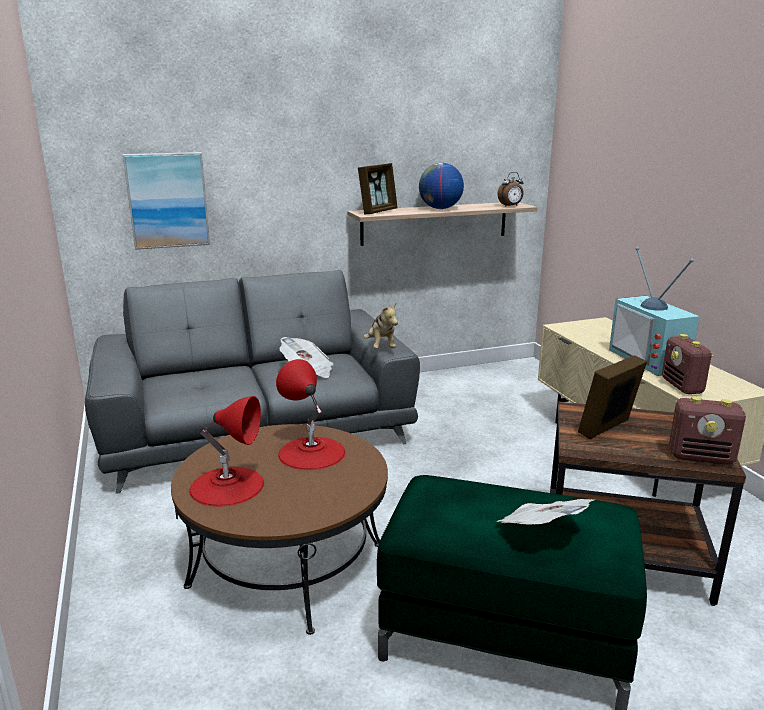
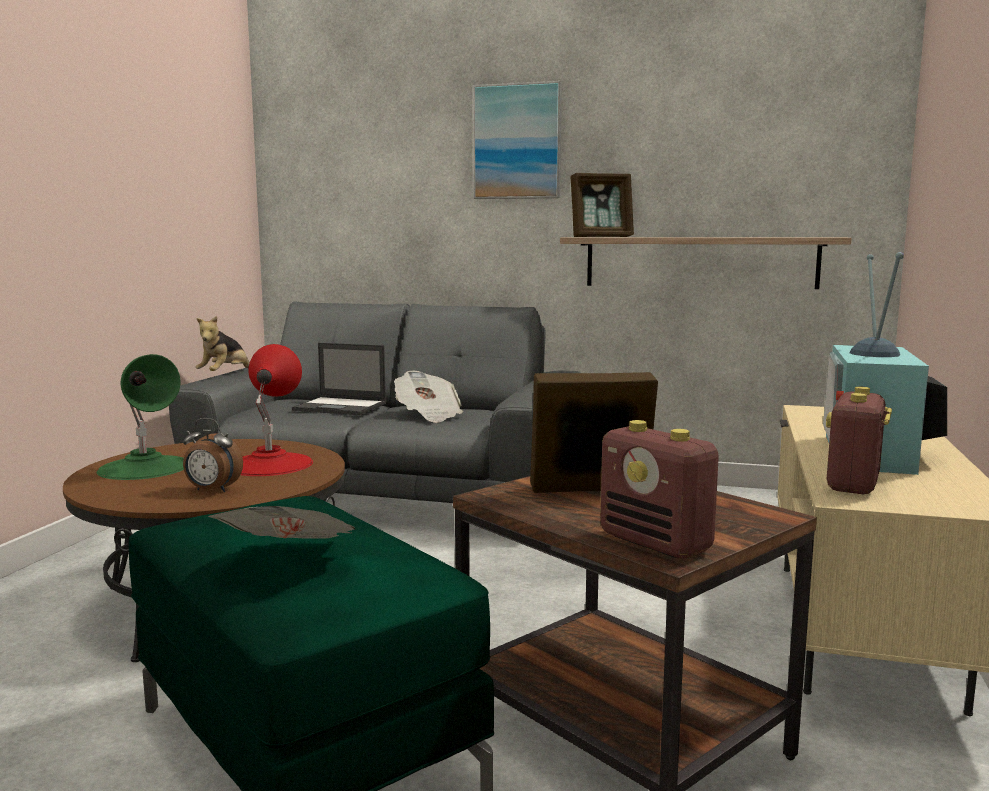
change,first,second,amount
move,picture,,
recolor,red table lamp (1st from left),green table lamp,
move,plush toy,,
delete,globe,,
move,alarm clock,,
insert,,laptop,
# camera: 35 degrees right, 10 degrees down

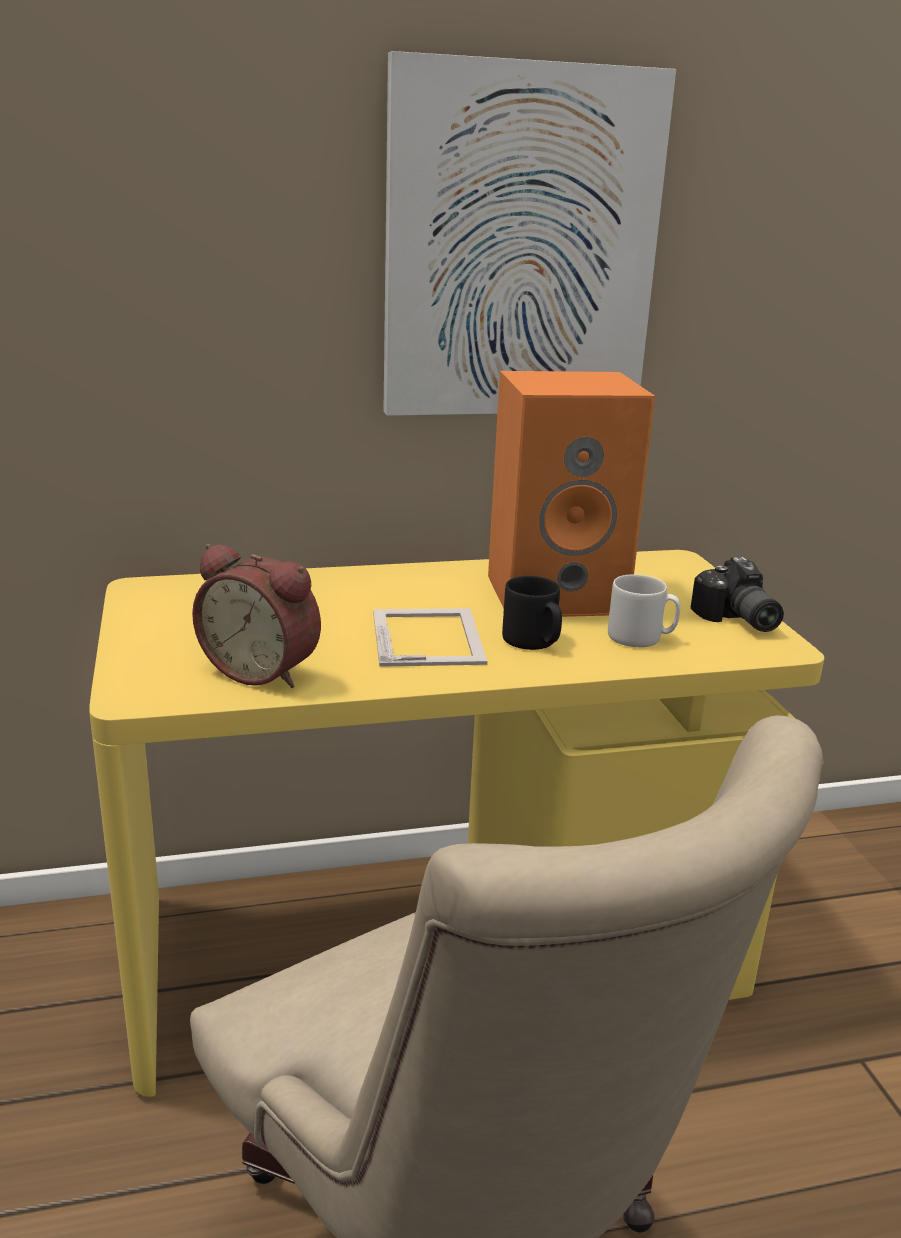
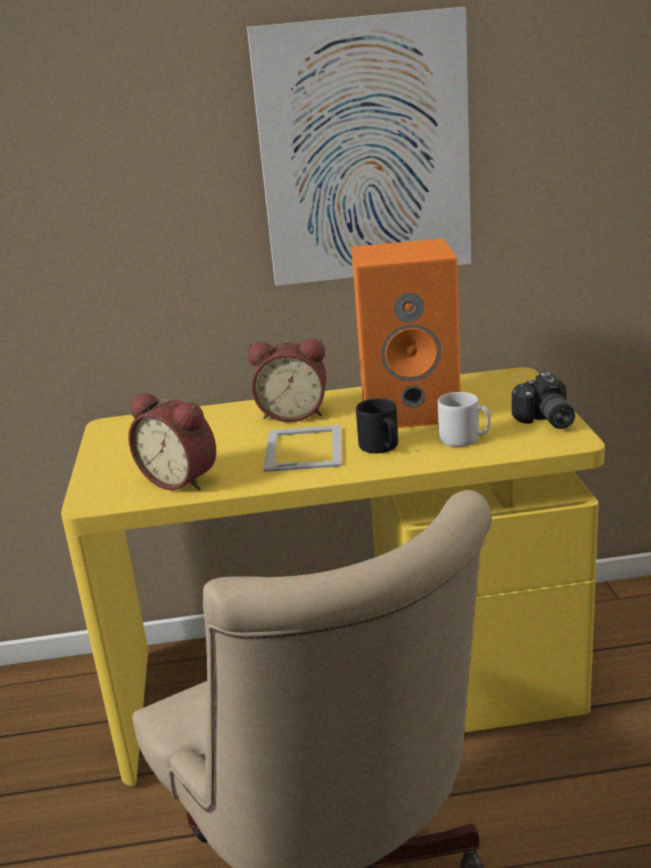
change,first,second,amount
insert,,alarm clock (2nd from left),
# camera: 10 degrees right, 0 degrees up

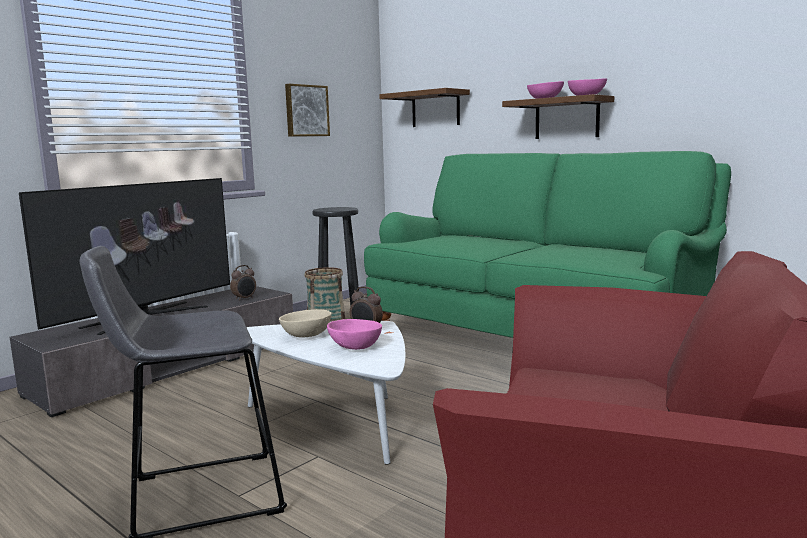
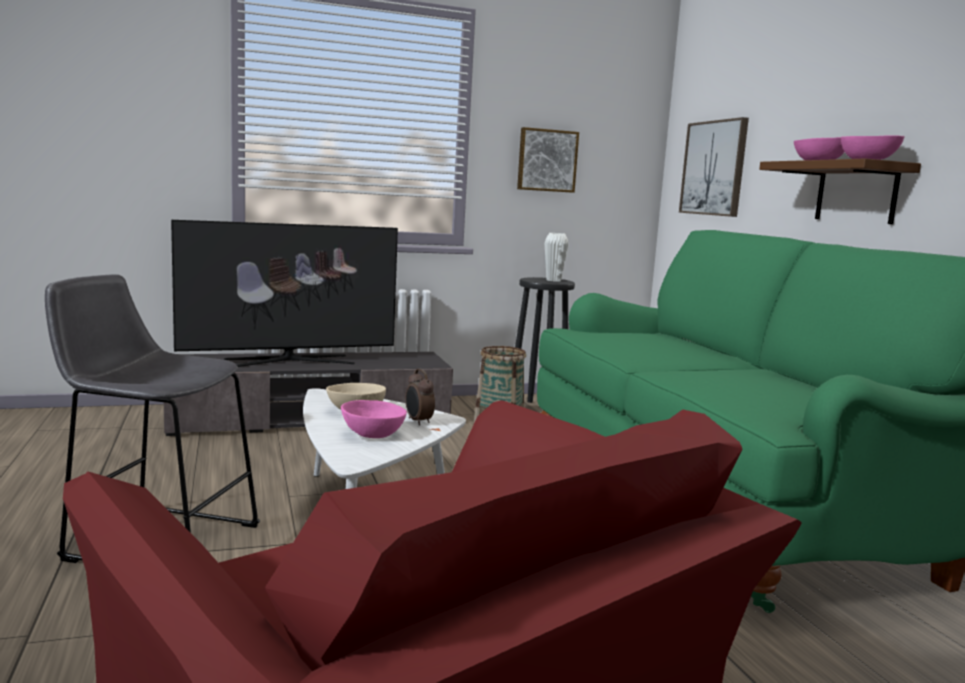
change,first,second,amount
delete,alarm clock (1st from left),,
replace,brown shelf (1st from left),picture (2nd from left),
insert,,white vase,
# camera: 30 degrees right, 0 degrees up

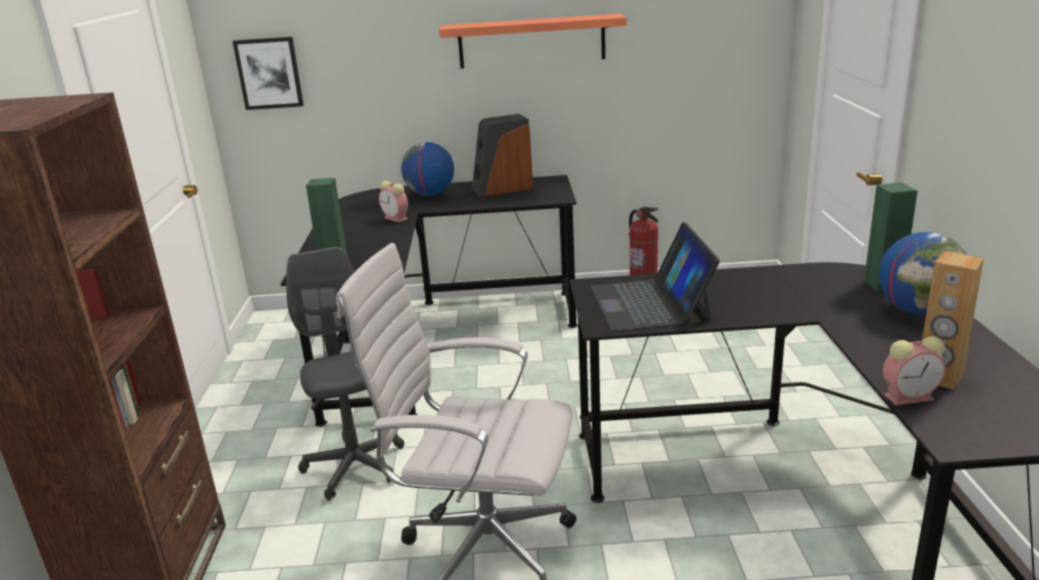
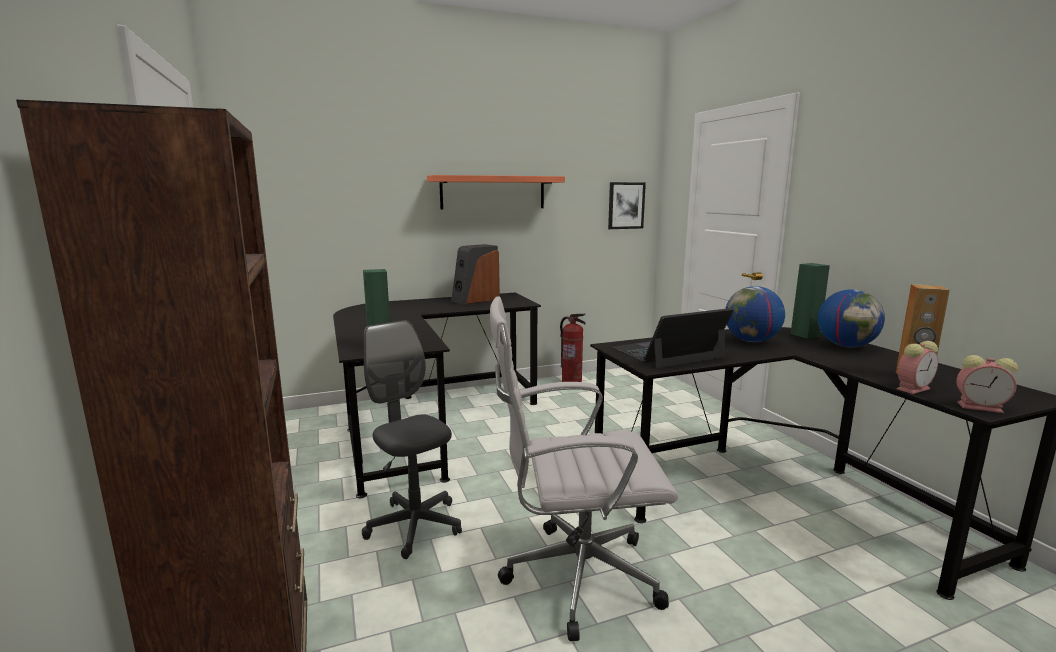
change,first,second,amount
move,picture,,
move,alarm clock (1st from left in the first image),alarm clock (2nd from left),
move,globe (1st from left),,
rotate,laptop,,90 degrees clockwise
# camera: 20 degrees left, 10 degrees down

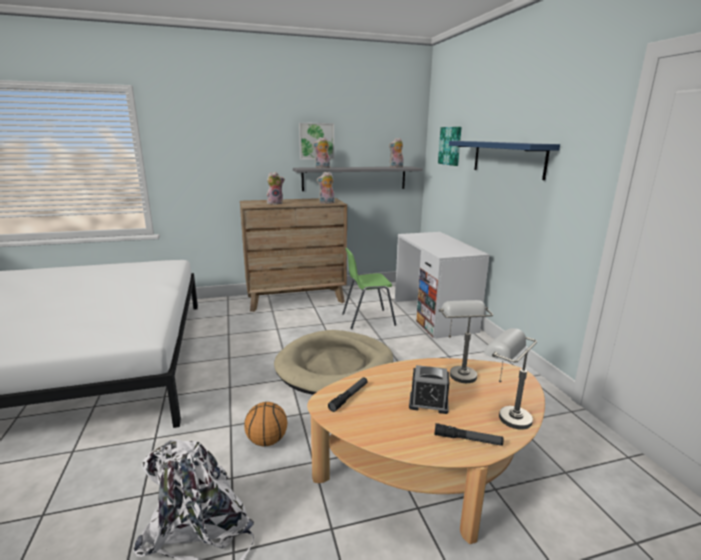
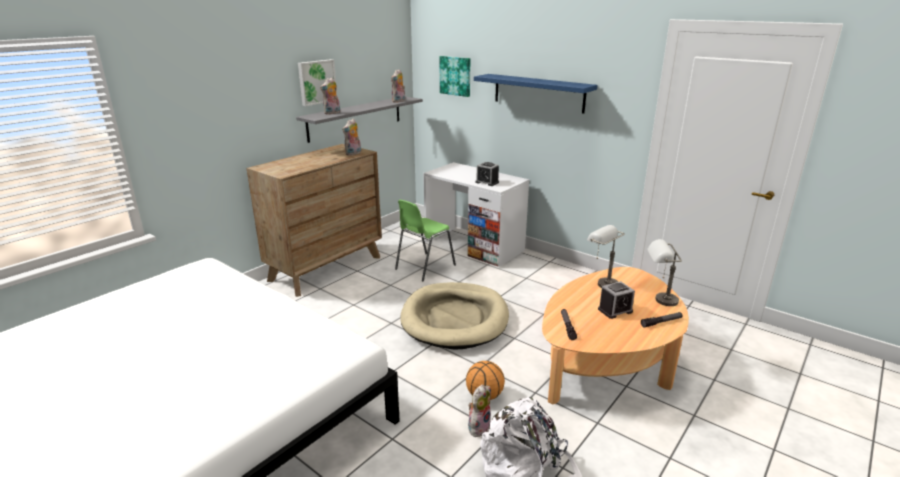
change,first,second,amount
move,plush toy (1st from left in the first image),plush toy (4th from left),
insert,,alarm clock (1st from left),
# camera: 35 degrees left, 5 degrees up

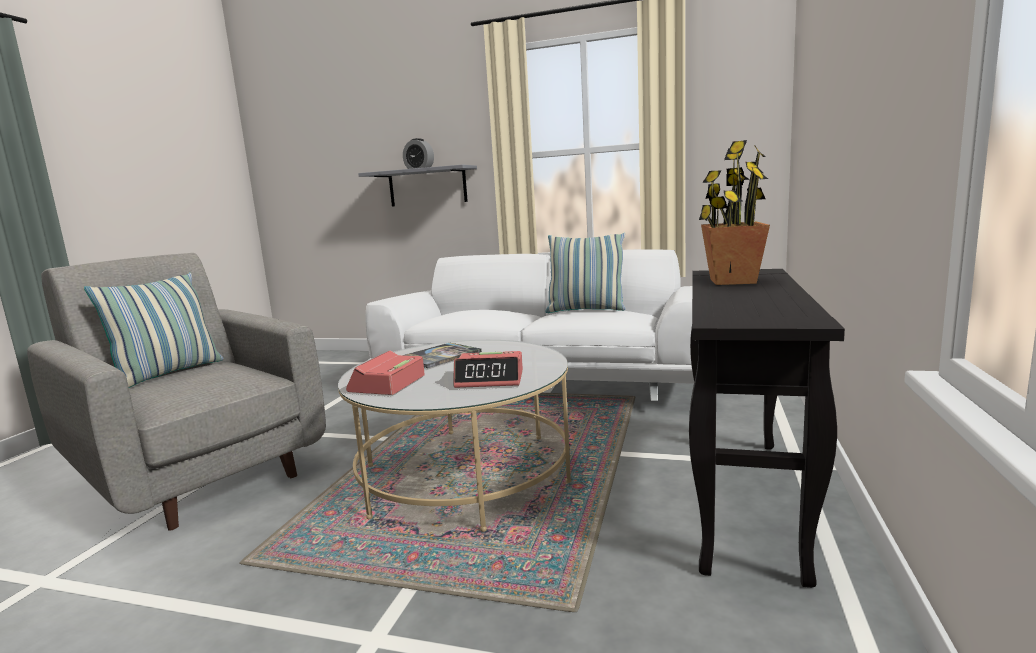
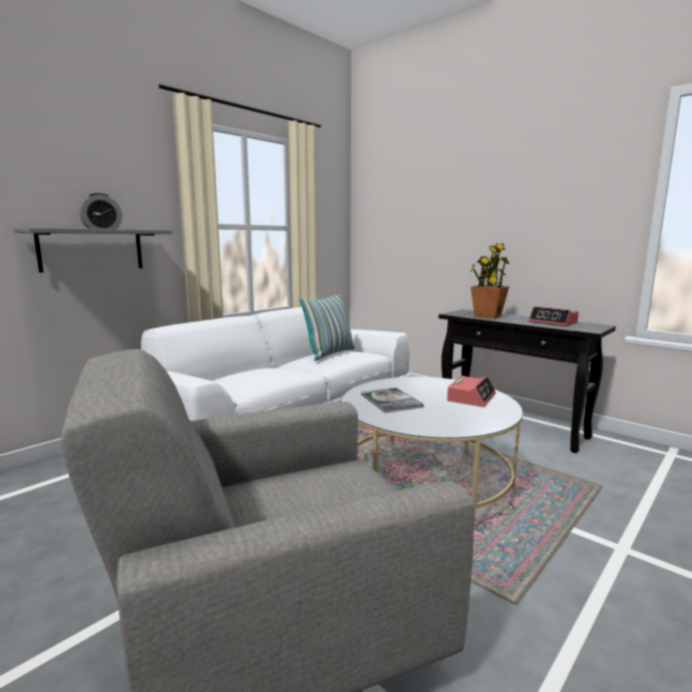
change,first,second,amount
delete,pillow (1st from left),,
move,alarm clock (1st from left in the first image),alarm clock (3rd from left),
# camera: 65 degrees left, 0 degrees up

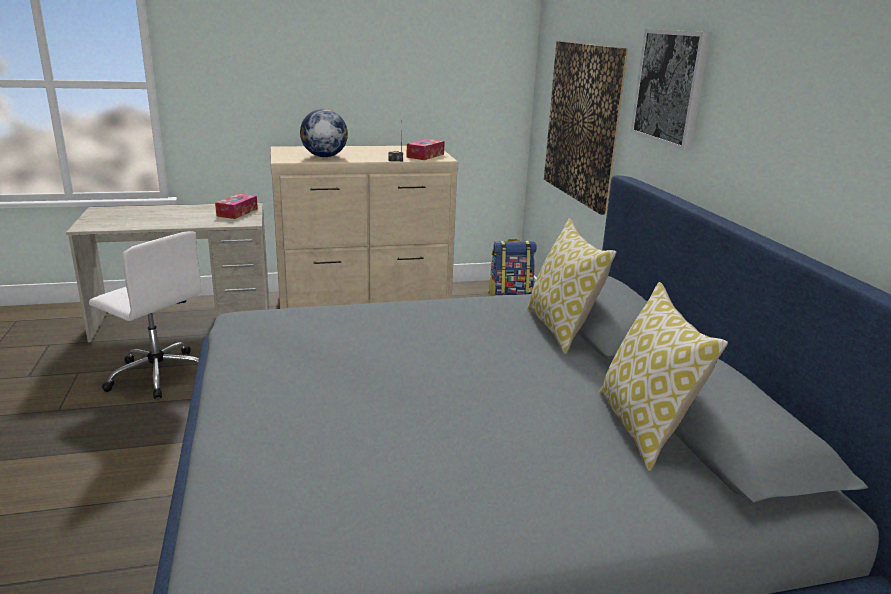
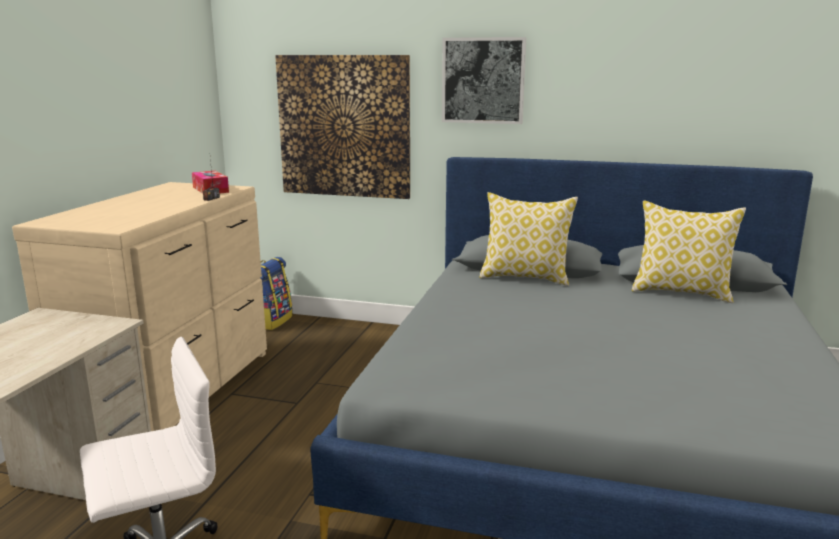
change,first,second,amount
delete,tissue box (1st from left),,
delete,globe,,
# camera: 60 degrees left, 5 degrees down

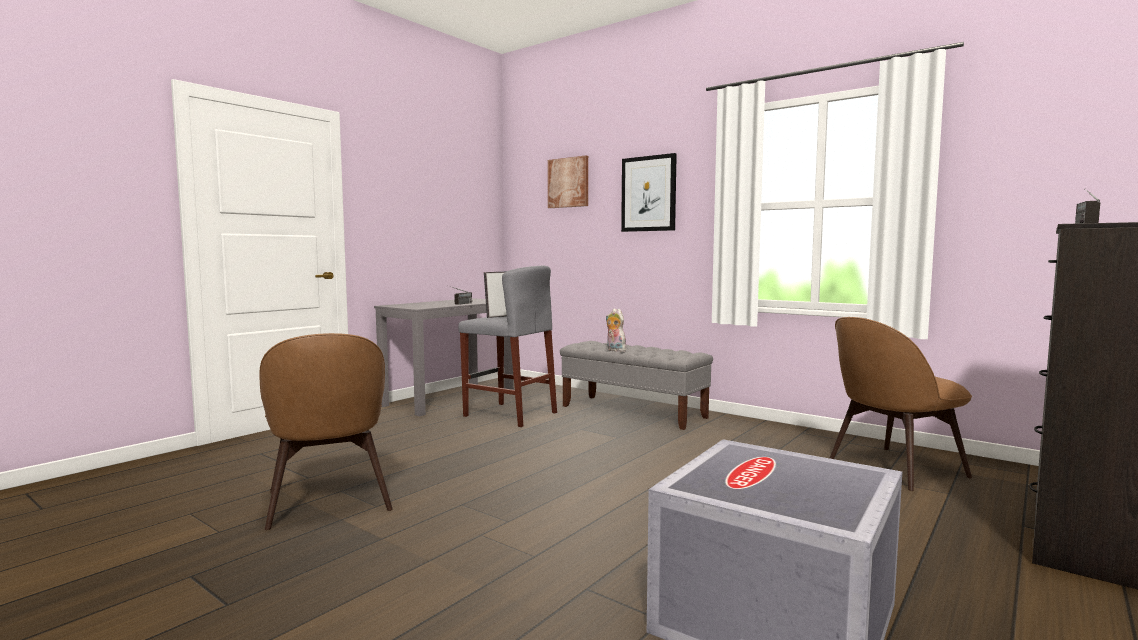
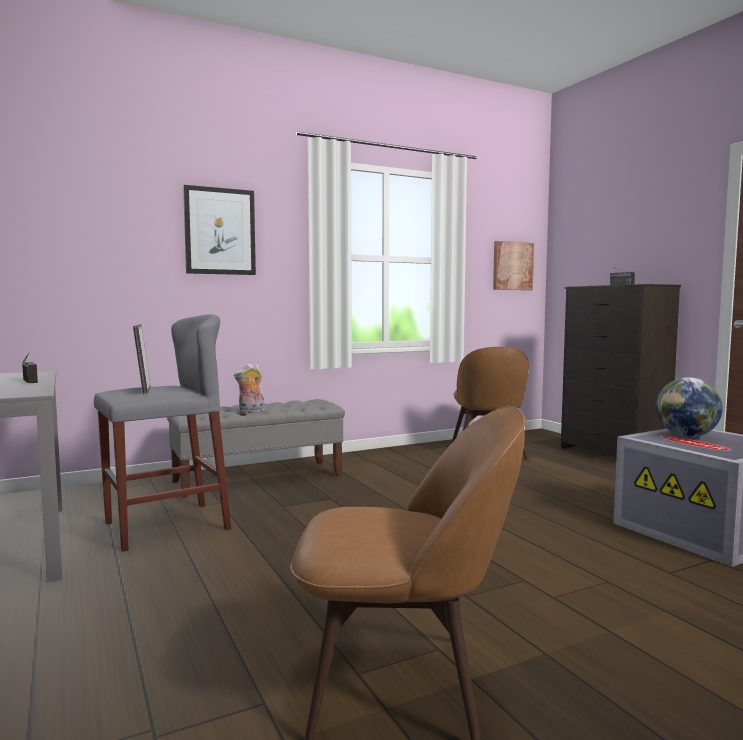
change,first,second,amount
move,picture (1st from left in the first image),picture (2nd from left),
insert,,globe,
# camera: 65 degrees left, 0 degrees up

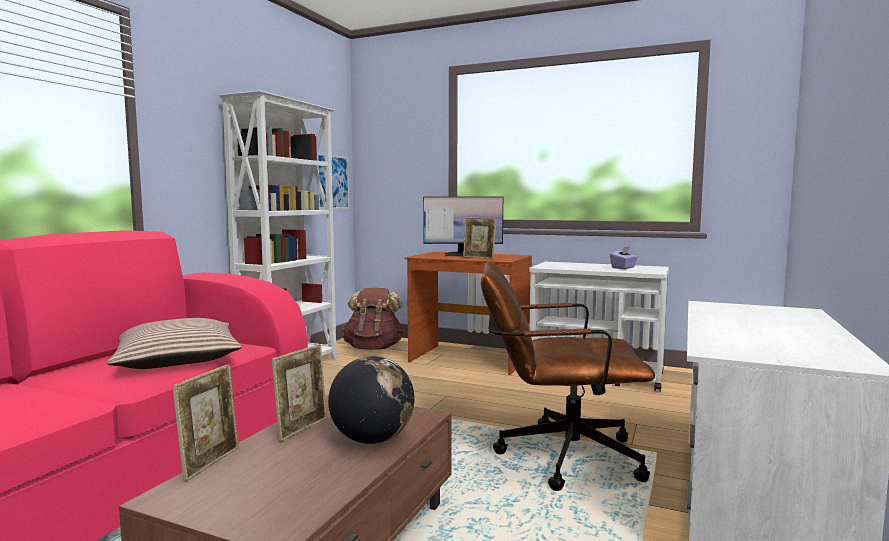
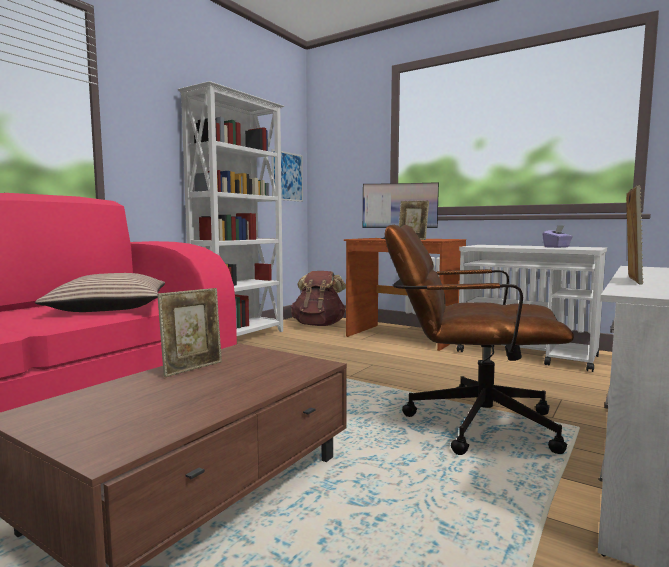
change,first,second,amount
move,picture frame (1st from left in the first image),picture frame (3rd from left),
delete,globe,,
# camera: 10 degrees right, 0 degrees up

